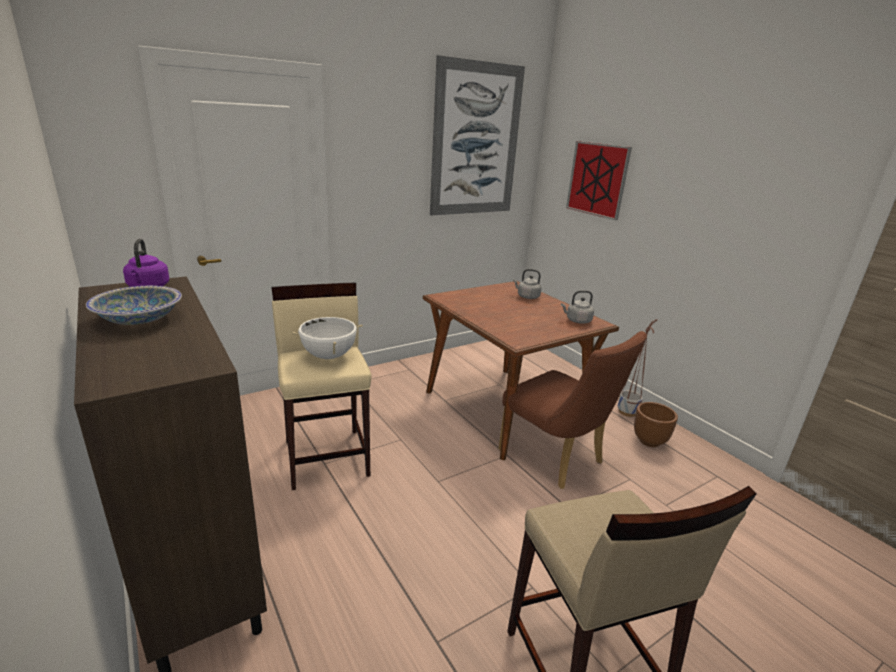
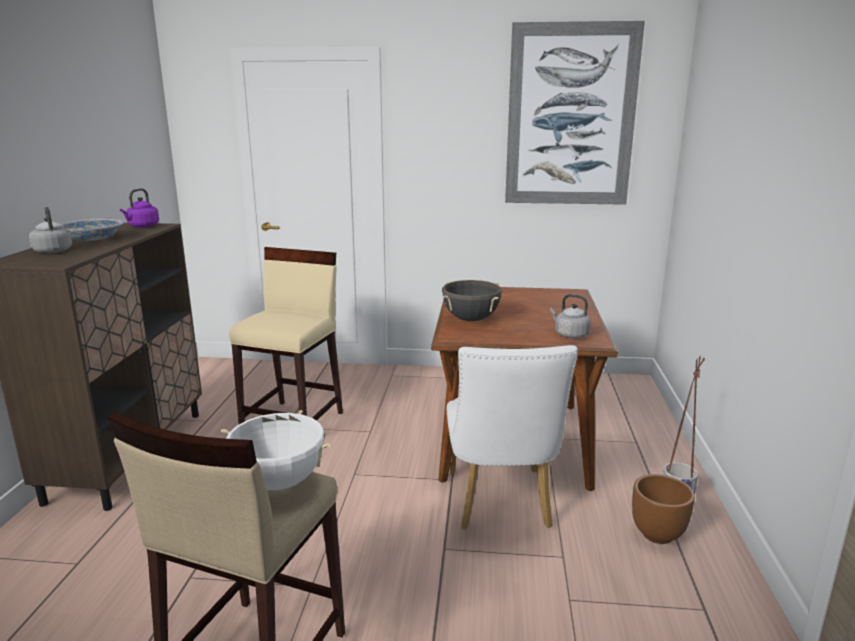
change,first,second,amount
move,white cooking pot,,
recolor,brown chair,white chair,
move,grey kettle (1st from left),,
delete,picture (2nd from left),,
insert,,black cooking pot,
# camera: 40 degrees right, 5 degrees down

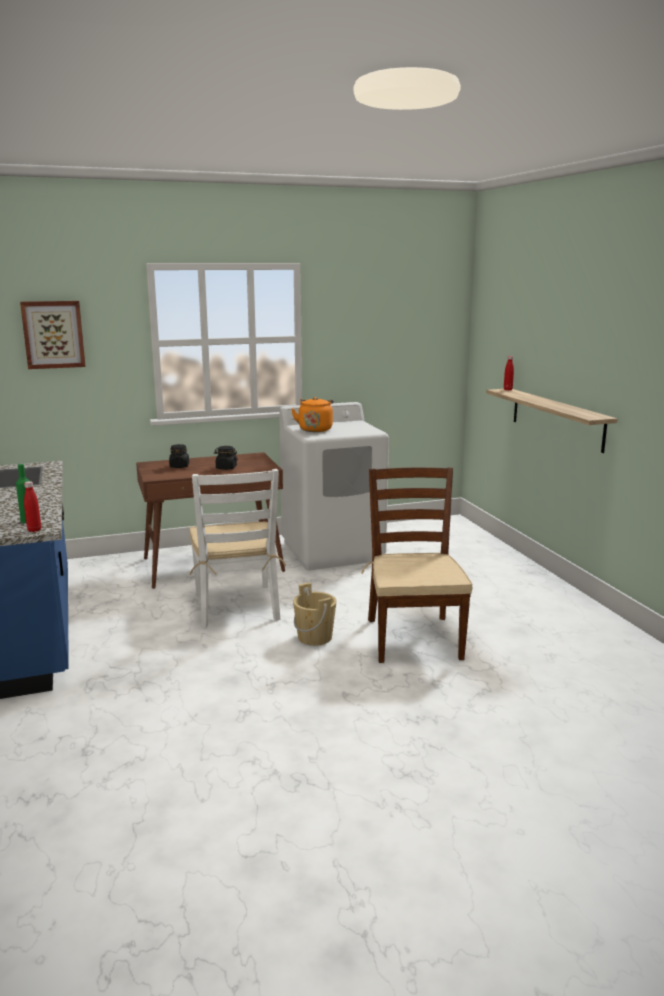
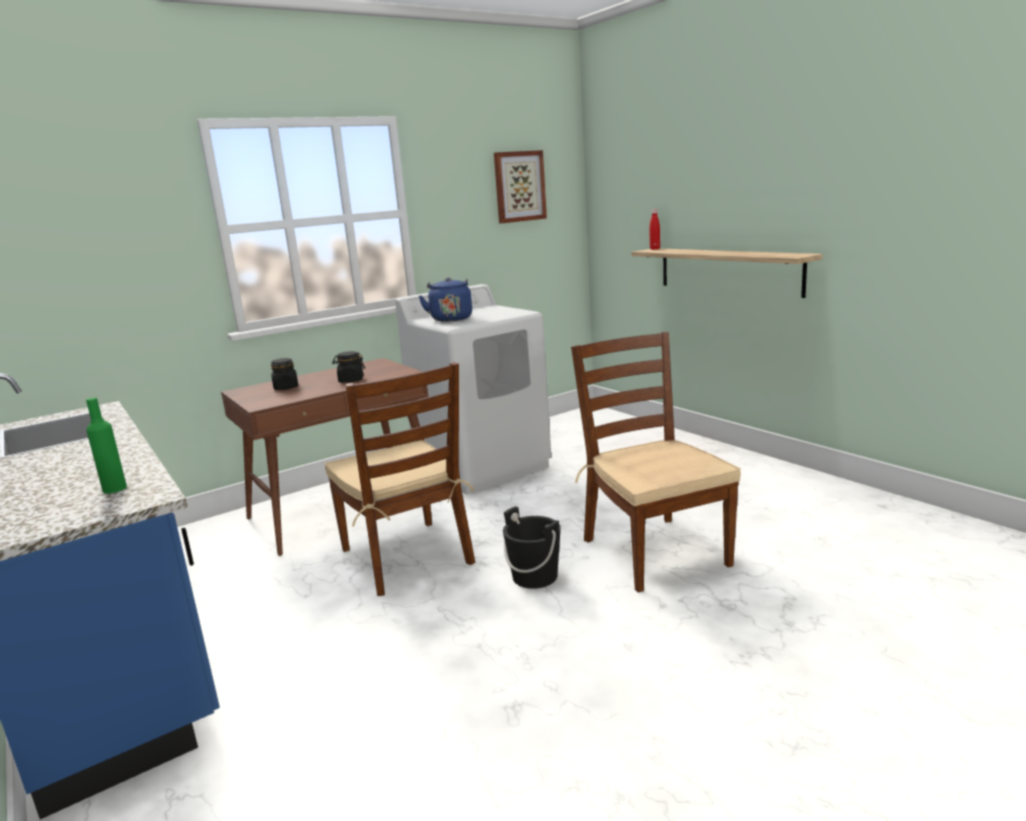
change,first,second,amount
move,picture,,
delete,red bottle (1st from left),,
recolor,white chair,brown chair (1st from left),
recolor,orange kettle,blue kettle,
recolor,beige bucket,black bucket,
# camera: 15 degrees left, 0 degrees up

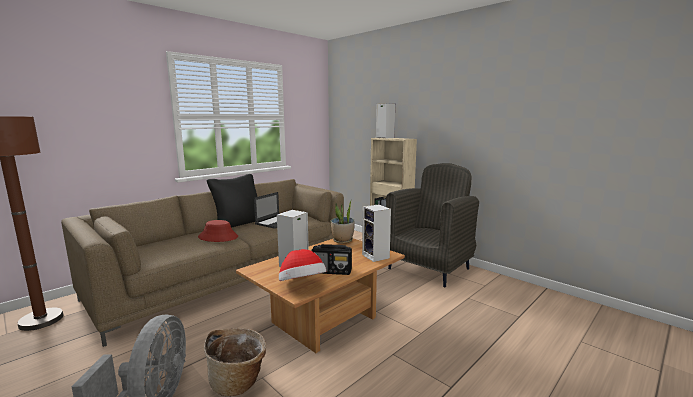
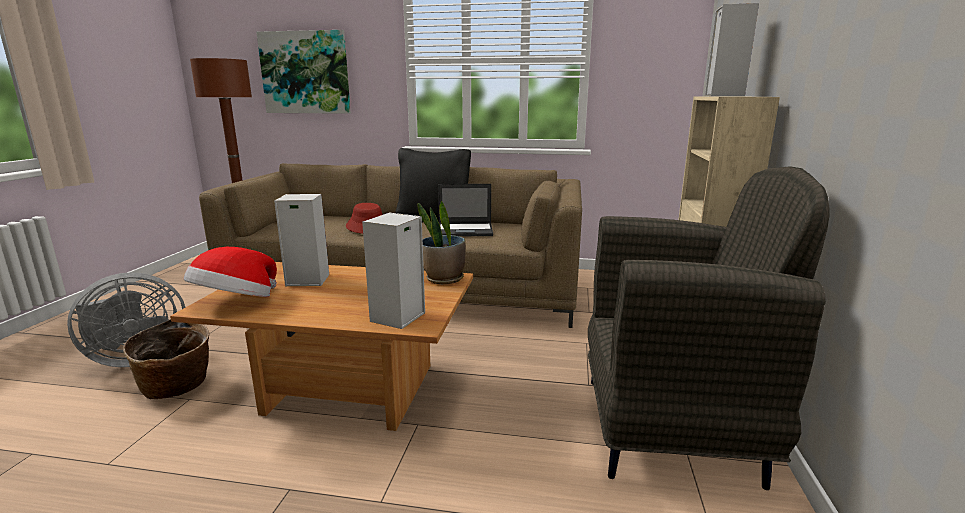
change,first,second,amount
delete,radio,,
insert,,picture,
# camera: 55 degrees right, 5 degrees up

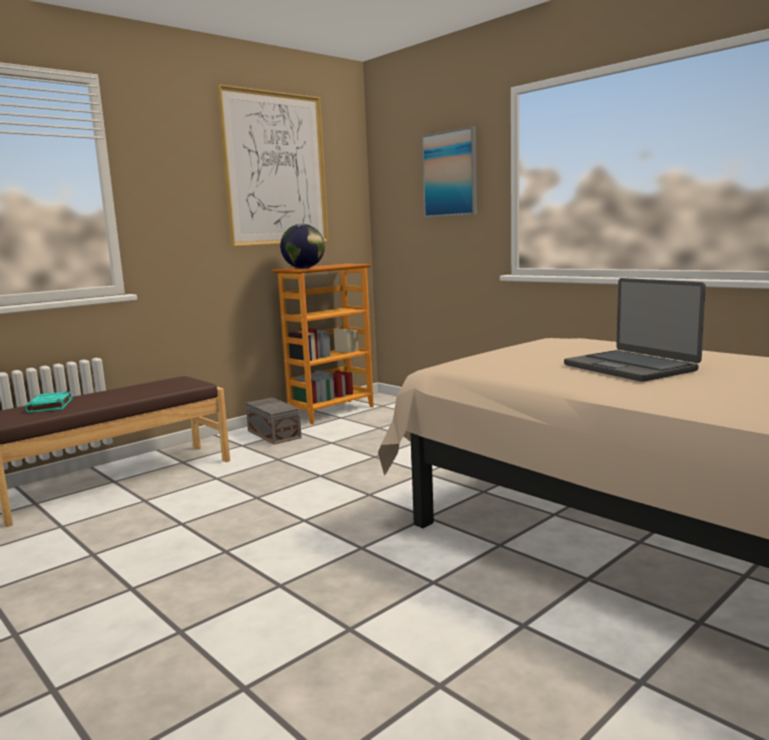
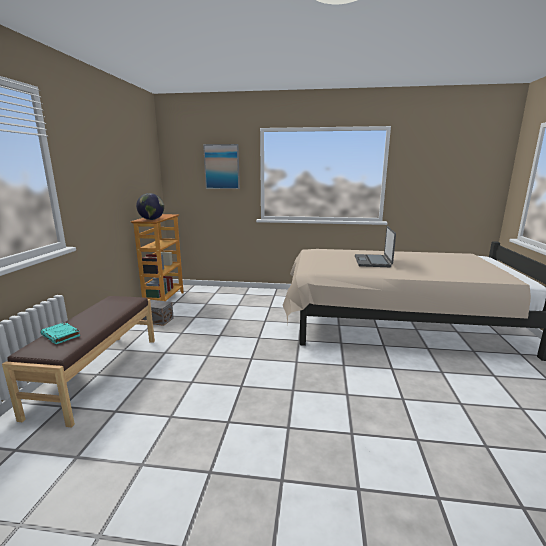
change,first,second,amount
delete,picture (1st from left),,
rotate,laptop,,75 degrees clockwise
# camera: 40 degrees left, 5 degrees up

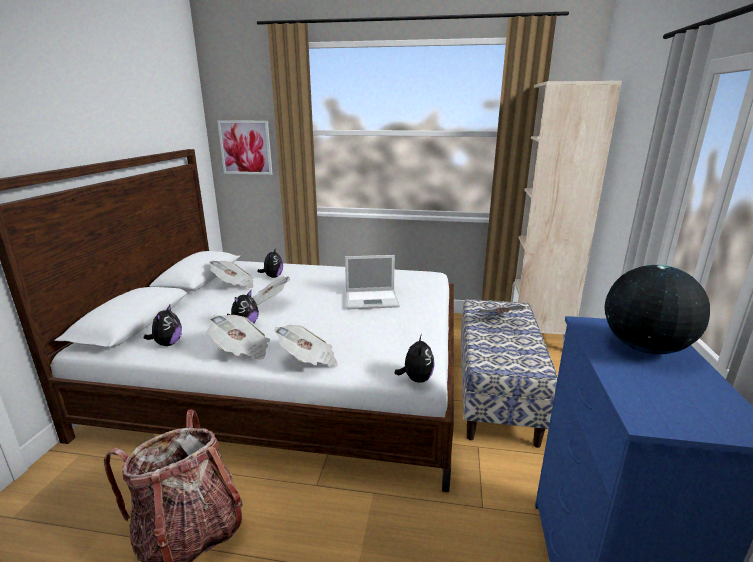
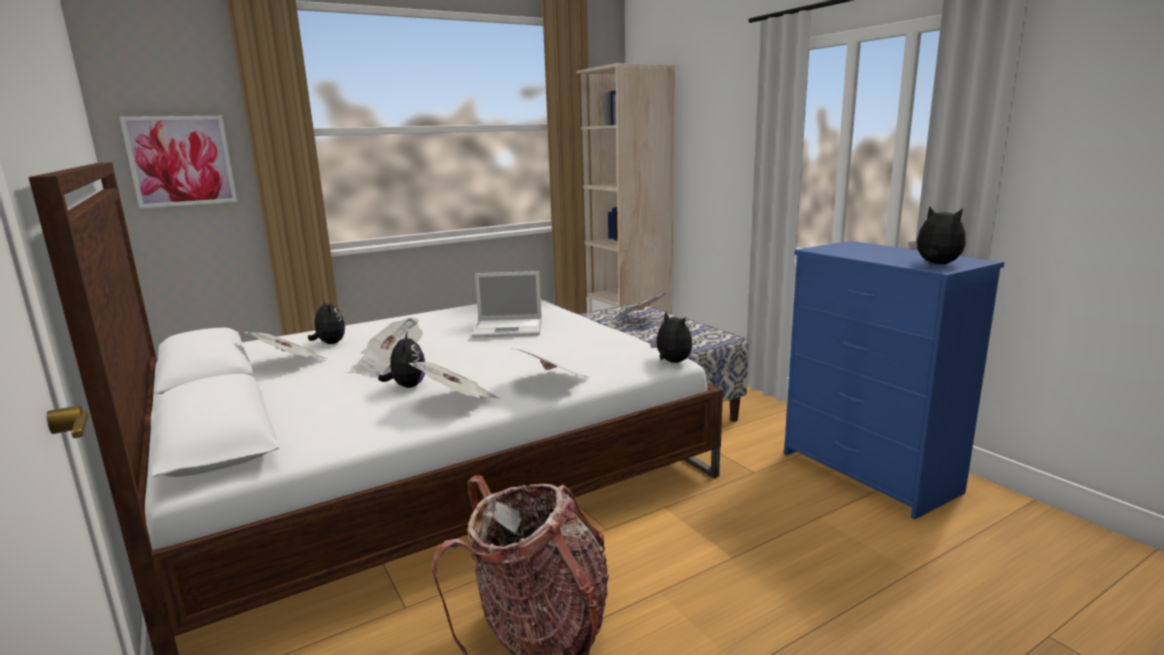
change,first,second,amount
move,plush toy (1st from left in the first image),plush toy (4th from left),
rotate,laptop,,45 degrees clockwise
delete,globe,,
# camera: 40 degrees left, 5 degrees down

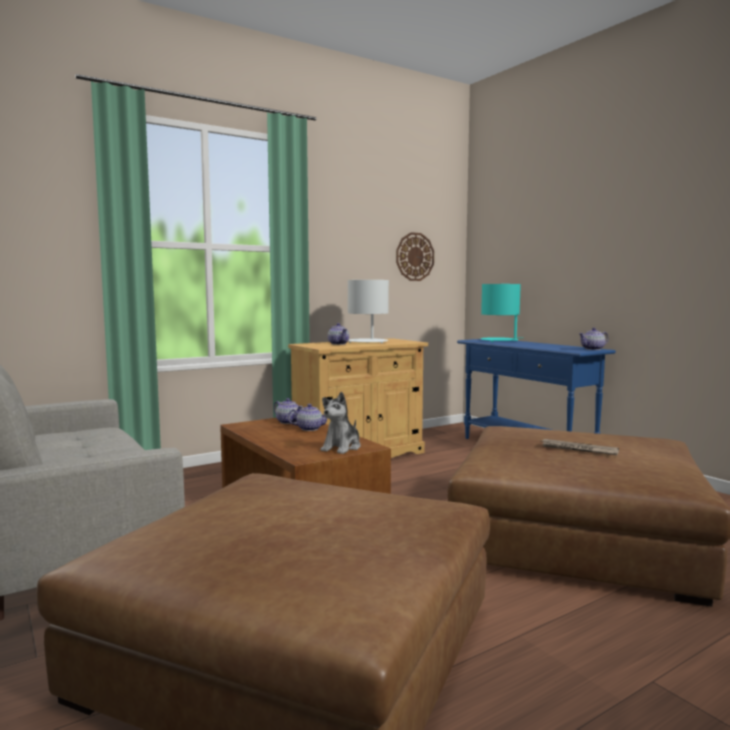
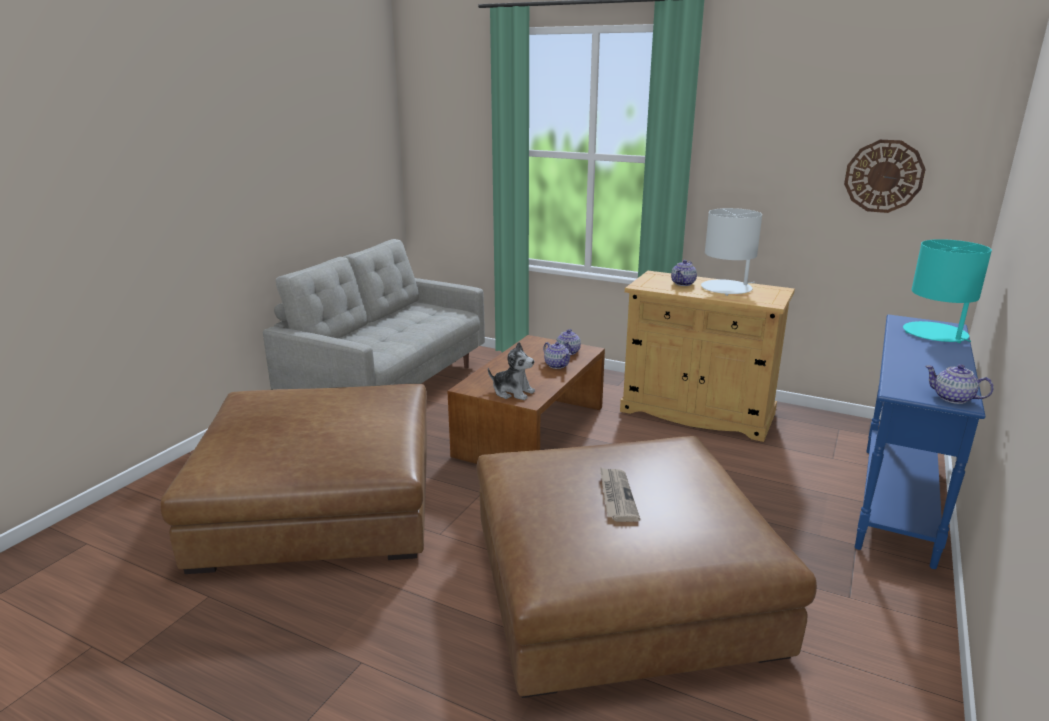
change,first,second,amount
rotate,plush toy,,150 degrees counterclockwise
# camera: 60 degrees right, 15 degrees up

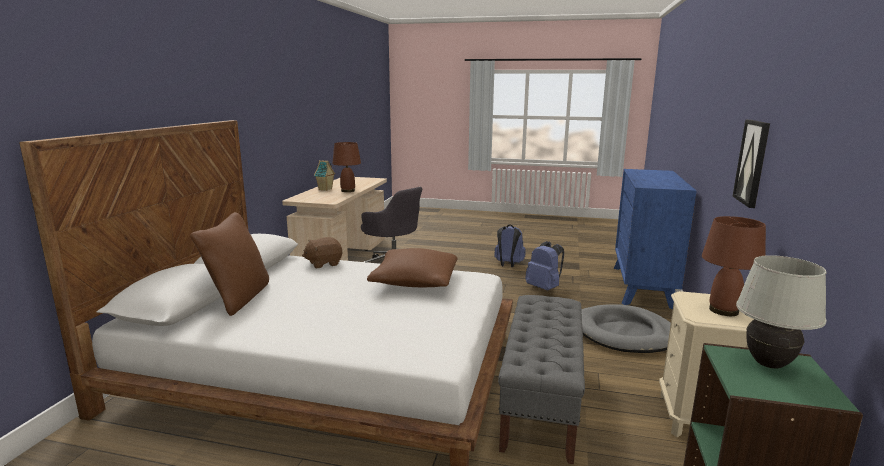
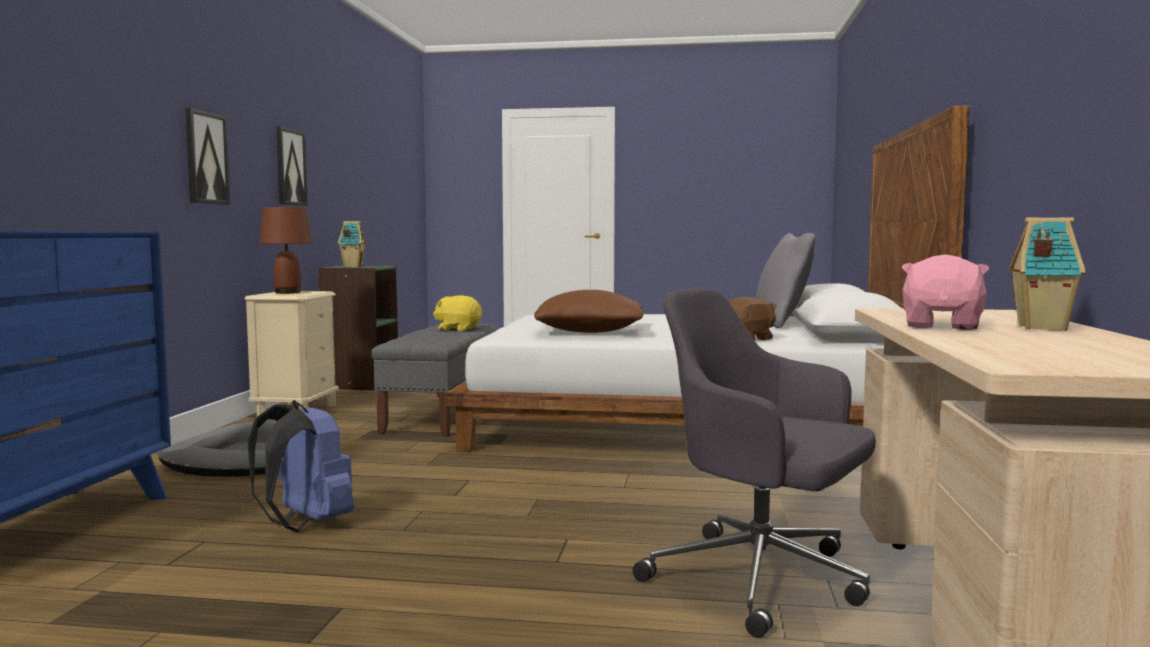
change,first,second,amount
recolor,brown pillow (1st from left),grey pillow,
replace,brown table lamp (1st from left),pink plush toy,
delete,blue backpack (1st from left),,
replace,white table lamp,toy house (1st from left),
insert,,picture (2nd from left),
insert,,yellow plush toy,
# camera: 175 degrees right, 10 degrees down

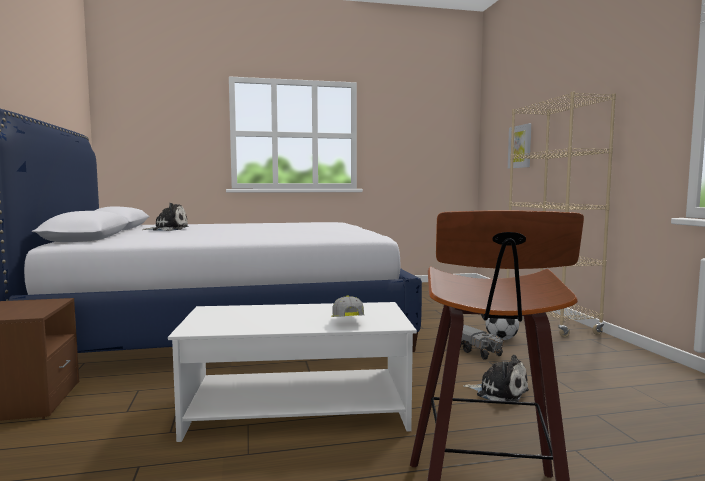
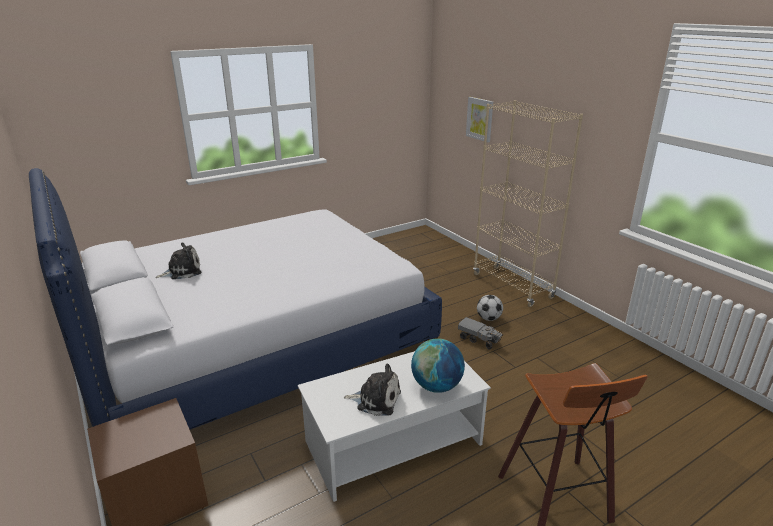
change,first,second,amount
replace,cap,globe,
move,plush toy (2nd from left),,
# camera: 20 degrees left, 20 degrees up

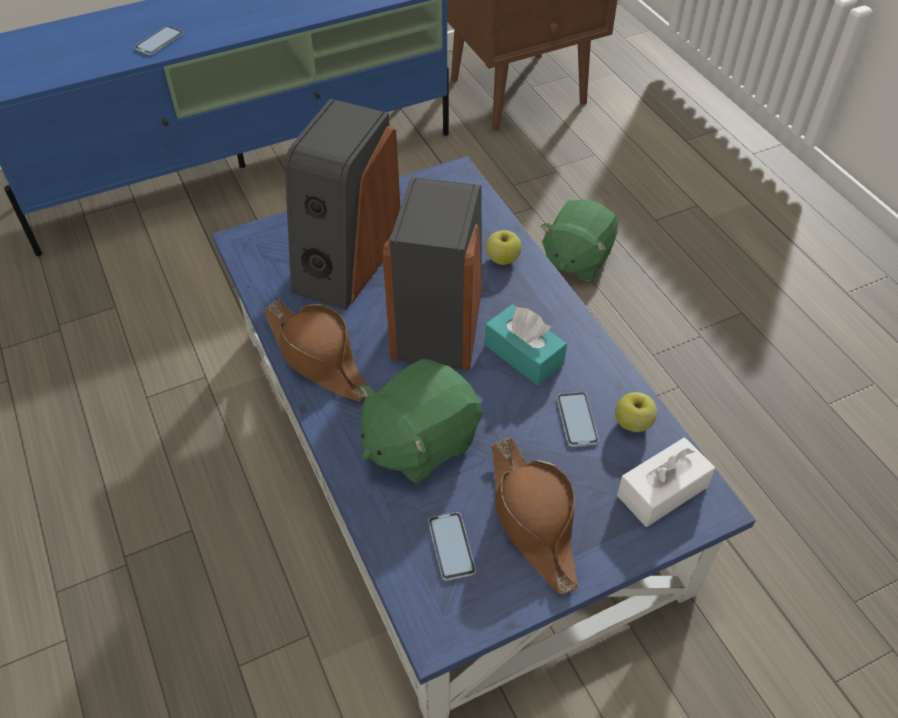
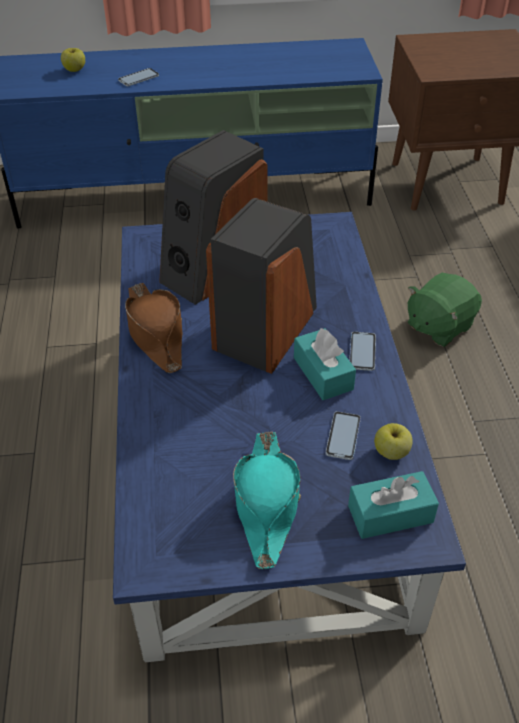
change,first,second,amount
delete,green plush toy (1st from left),,
move,phone (2nd from left in the first image),phone (3rd from left),
move,apple (1st from left),,
recolor,brown hat (2nd from left),turquoise hat,
recolor,white tissue box,turquoise tissue box (2nd from left),
# camera: 20 degrees right, 5 degrees down

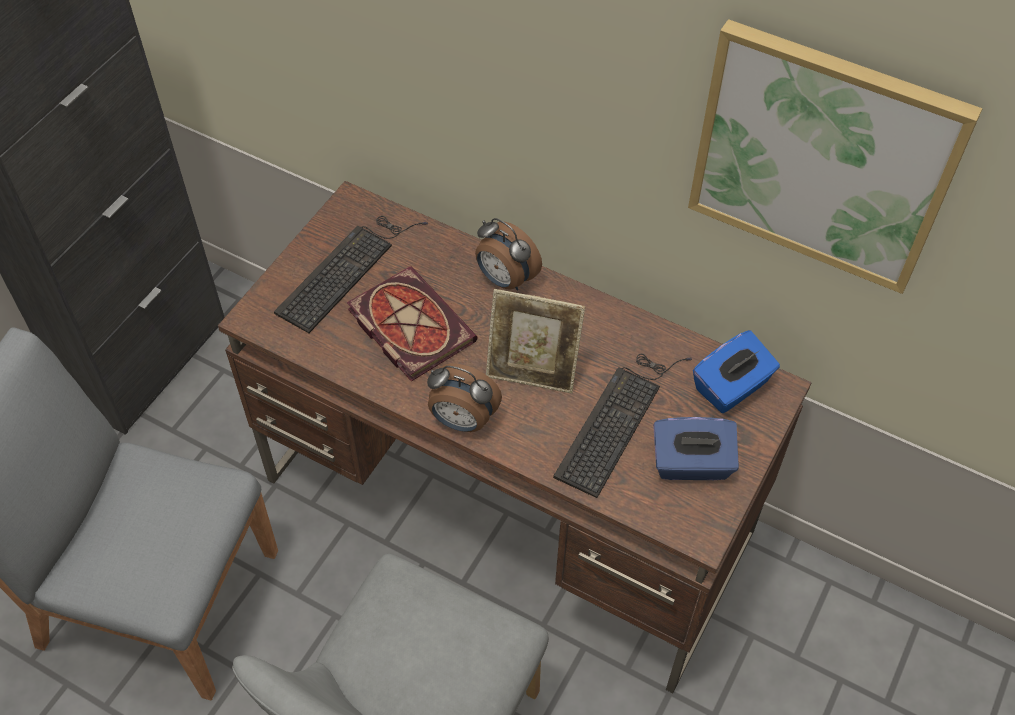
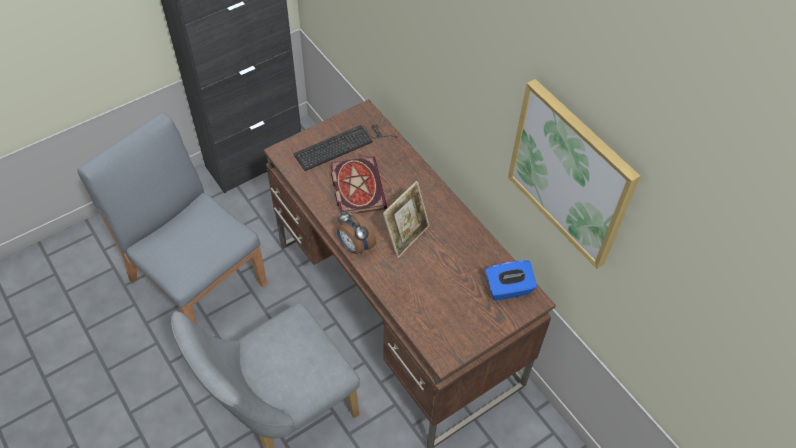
change,first,second,amount
delete,alarm clock (2nd from left),,
rotate,picture frame,,90 degrees counterclockwise
delete,keyboard (2nd from left),,
delete,blue tissue box (1st from left),,
# camera: 25 degrees right, 0 degrees up

